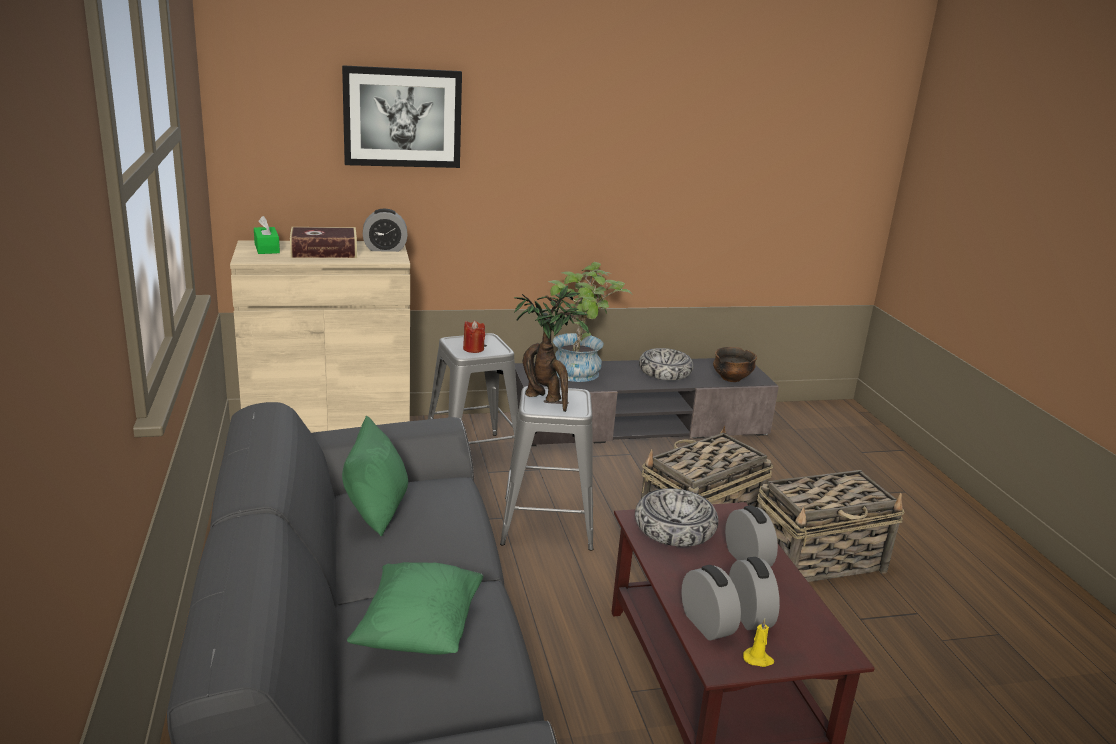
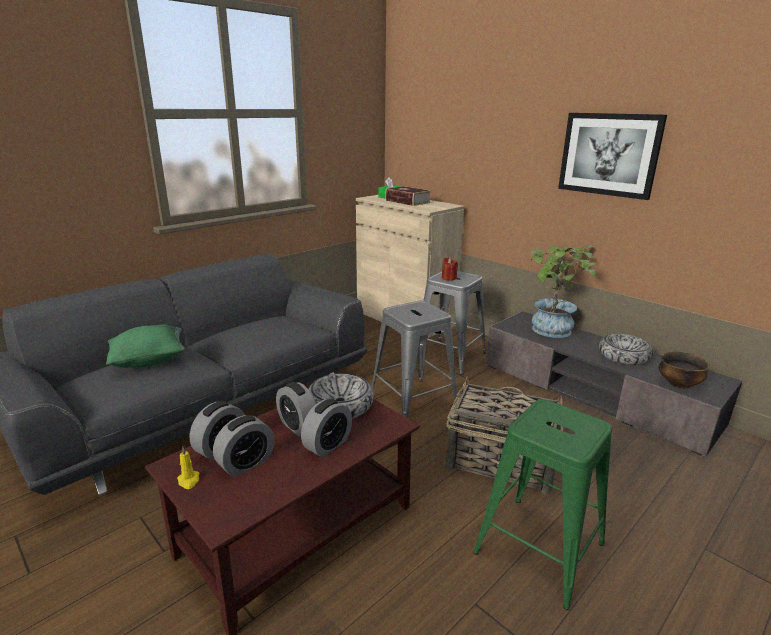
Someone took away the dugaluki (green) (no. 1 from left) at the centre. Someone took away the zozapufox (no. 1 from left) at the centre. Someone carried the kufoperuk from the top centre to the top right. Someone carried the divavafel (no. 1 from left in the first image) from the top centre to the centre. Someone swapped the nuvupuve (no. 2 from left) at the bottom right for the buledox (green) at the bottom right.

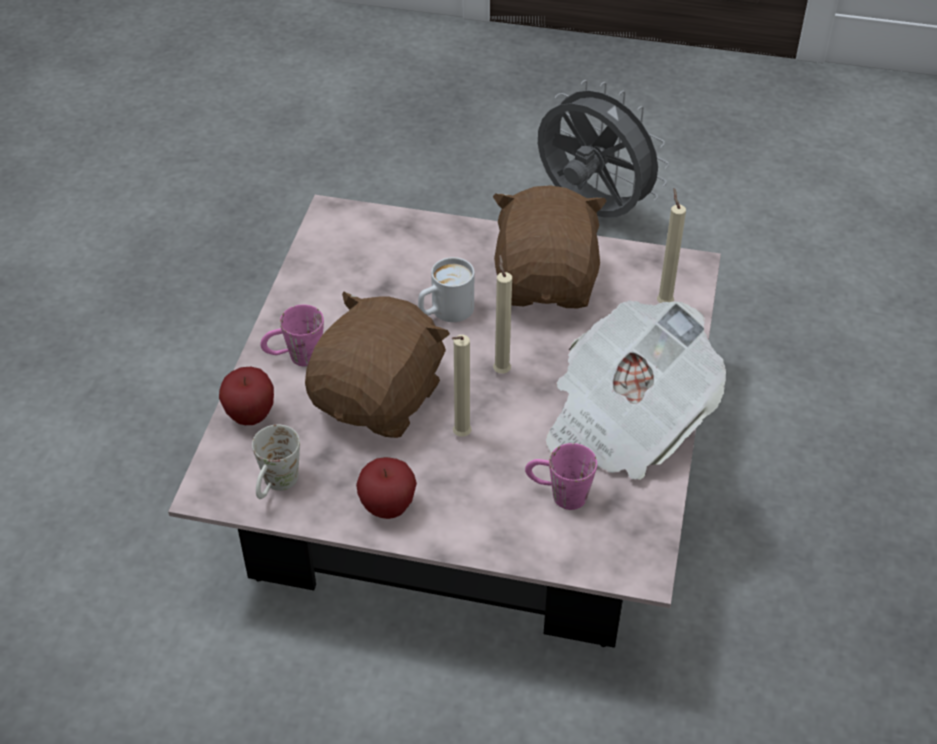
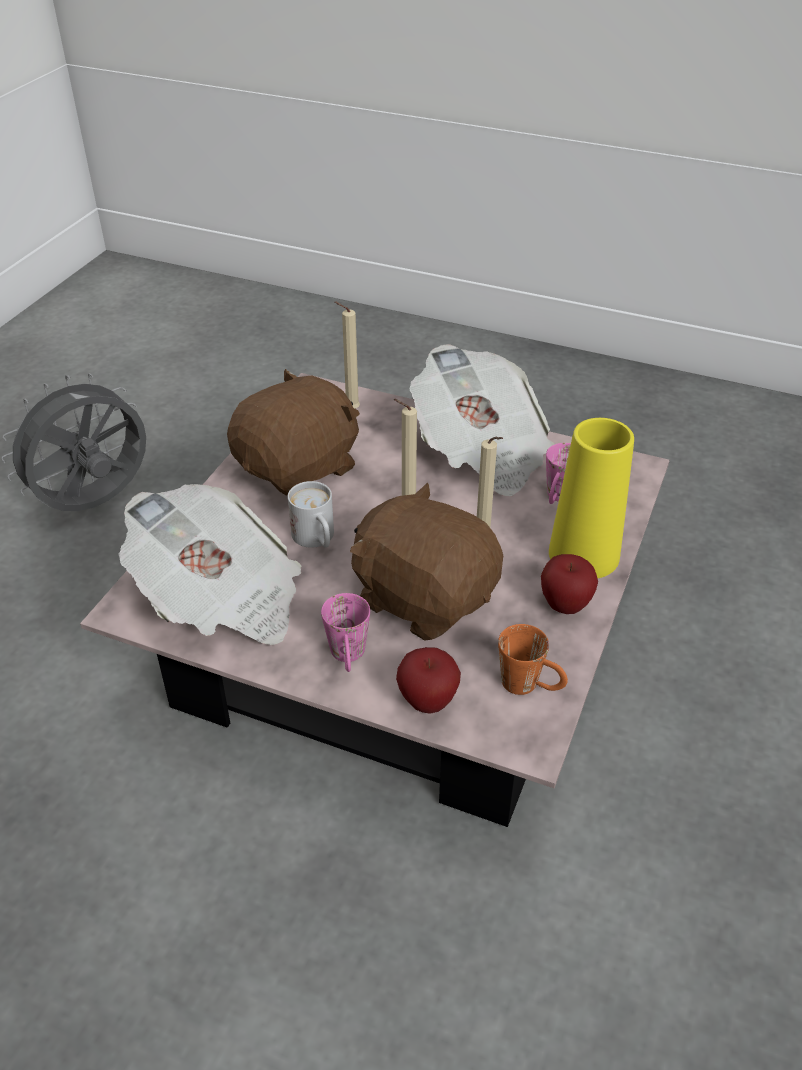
Someone put down the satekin (no. 1 from left) at the middle left. Someone put down the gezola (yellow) at the middle right. Someone repainted the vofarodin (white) (no. 1 from left) at the middle left, which became the vofarodin (orange) at the centre. Someone rotated the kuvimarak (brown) (no. 2 from left in the first image) at the top centre by 120 degrees clockwise.

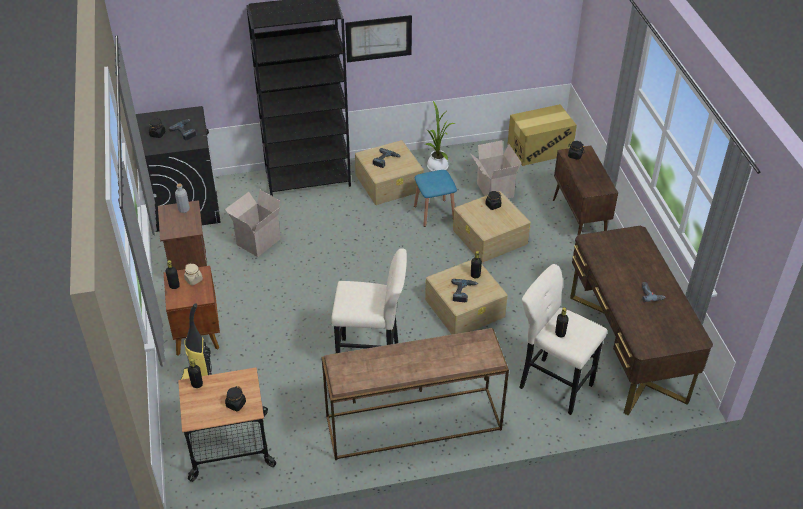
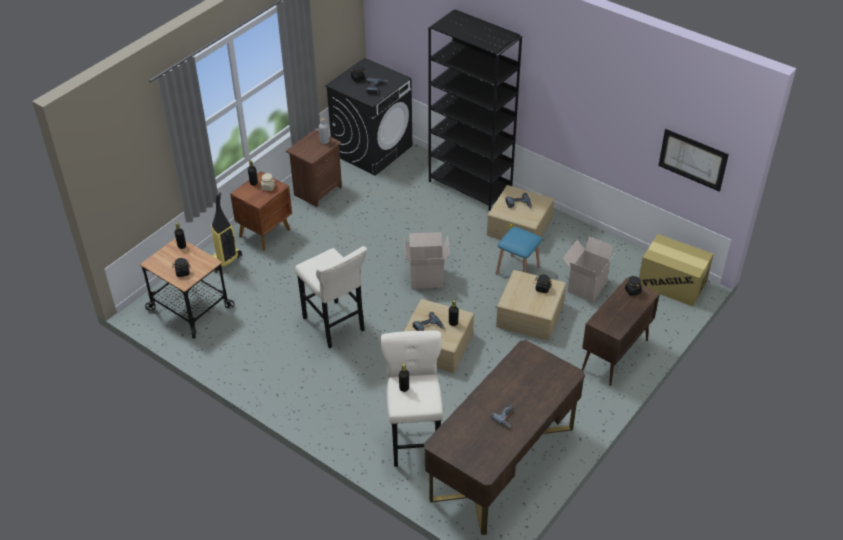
Someone took away the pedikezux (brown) at the bottom centre. Someone took away the zozapufox at the top centre. Someone carried the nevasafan (no. 1 from left) from the middle left to the centre. Someone carried the kufoperuk from the top centre to the top right.

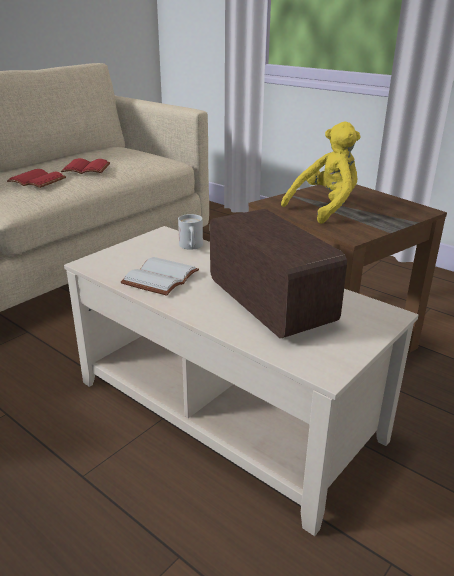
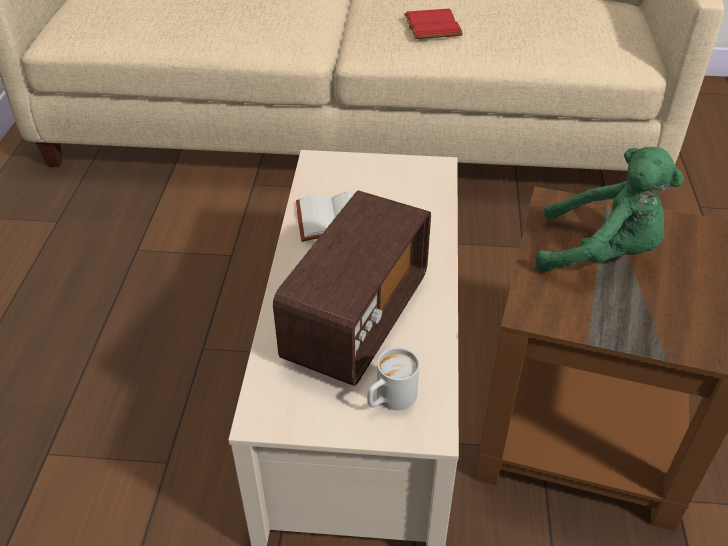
Someone took away the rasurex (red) (no. 2 from left) at the top left. Someone carried the vofarodin (white) from the centre to the bottom centre. Someone repainted the kuvimarak (yellow) at the top right, which became the kuvimarak (green) at the middle right.

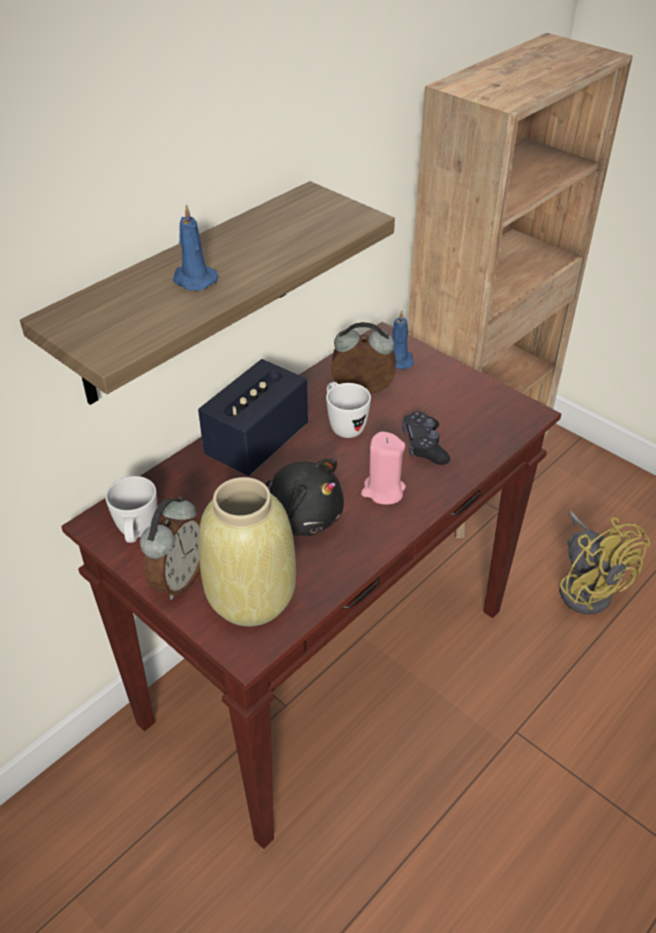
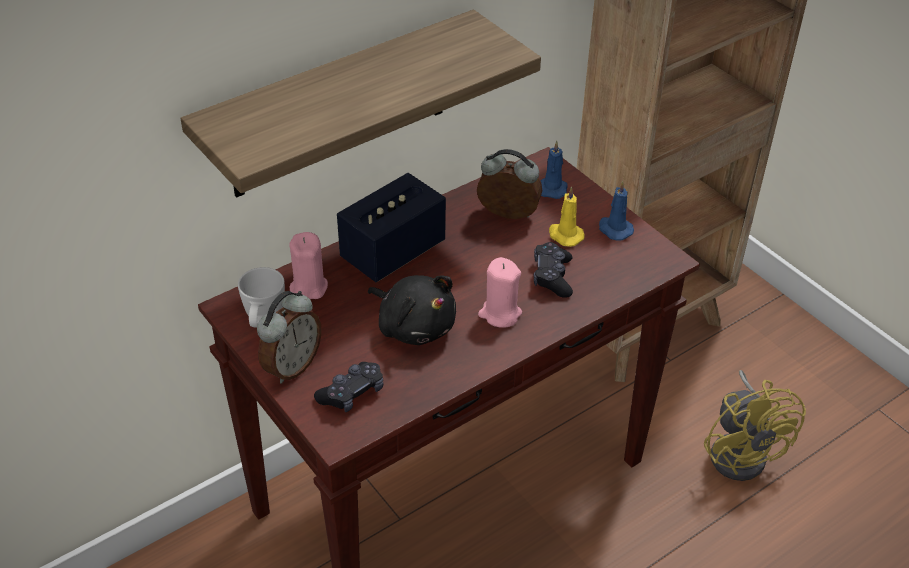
Someone took away the vofarodin (white) (no. 2 from left) at the centre. Someone put down the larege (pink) (no. 1 from left) at the centre. Someone put down the larege (yellow) at the centre. Someone carried the larege (blue) (no. 1 from left in the first image) from the top left to the middle right. Someone swapped the gezola (beige) at the centre for the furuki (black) (no. 1 from left) at the bottom centre.

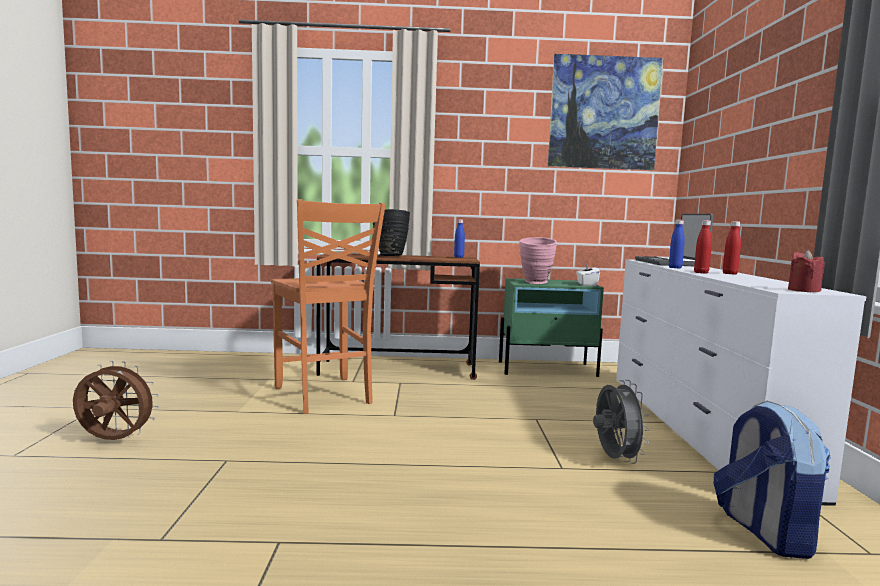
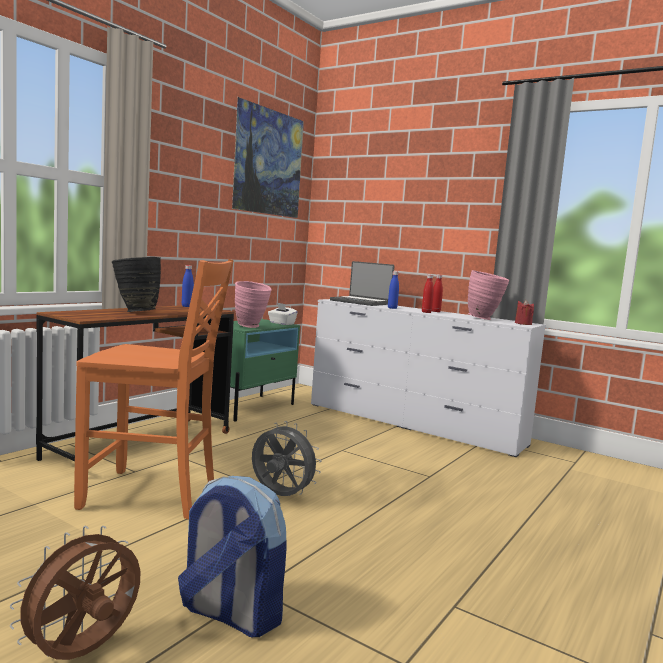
Someone put down the gezola (pink) (no. 2 from left) at the middle right. Someone carried the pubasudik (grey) from the bottom right to the bottom centre. Someone carried the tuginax from the bottom right to the bottom centre.

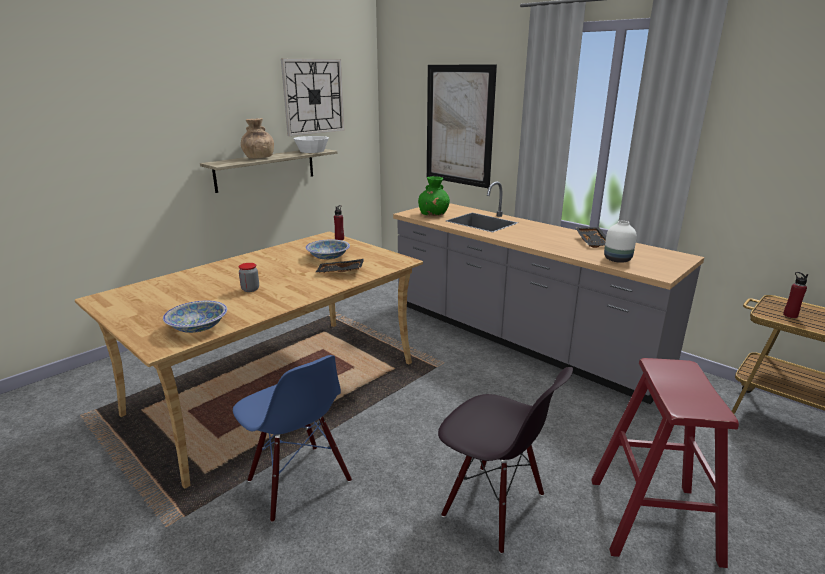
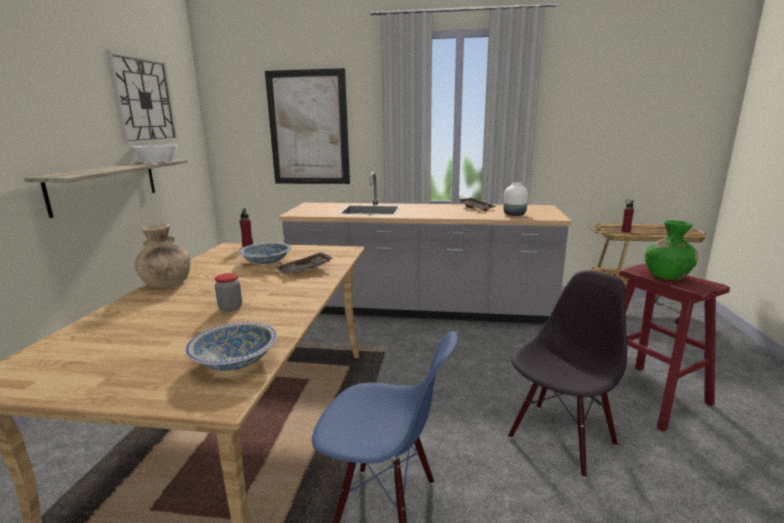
Someone carried the gezola (brown) from the top left to the middle left. Someone carried the gezola (green) from the centre to the middle right. Someone rotated the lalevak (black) at the bottom centre by 45 degrees counterclockwise.

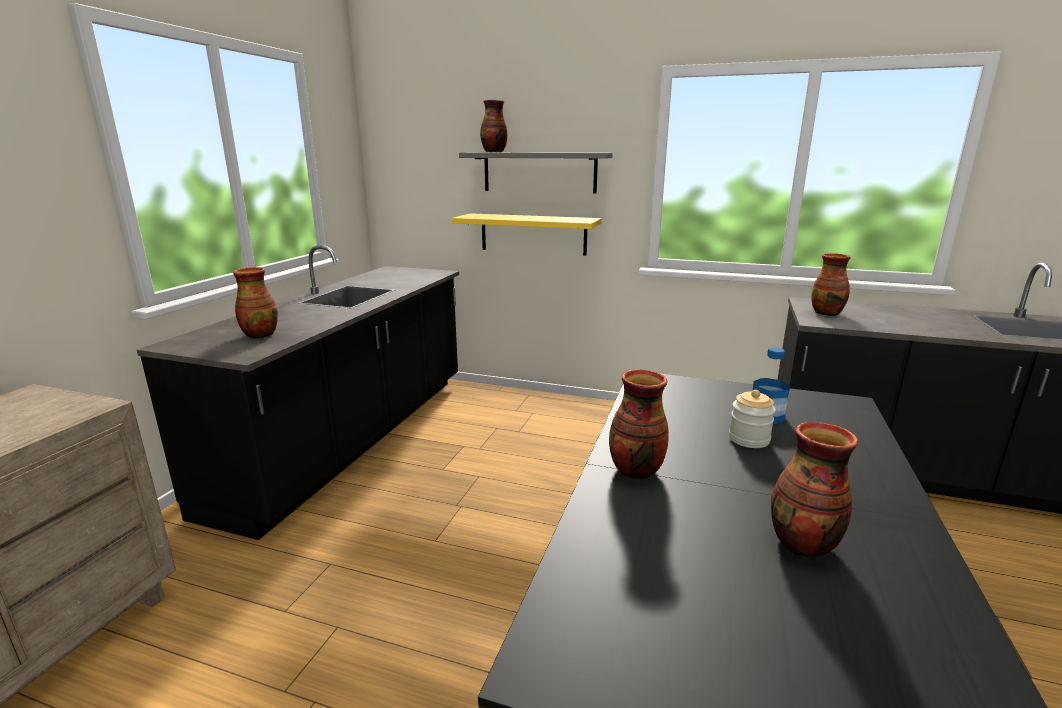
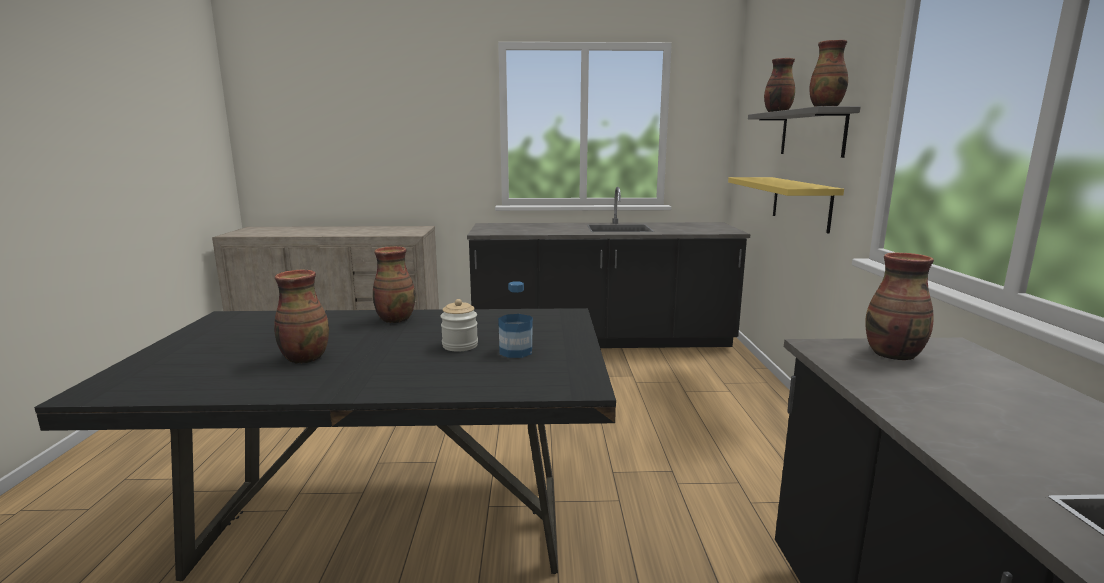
Someone carried the gezola (no. 1 from left in the first image) from the middle left to the top right.

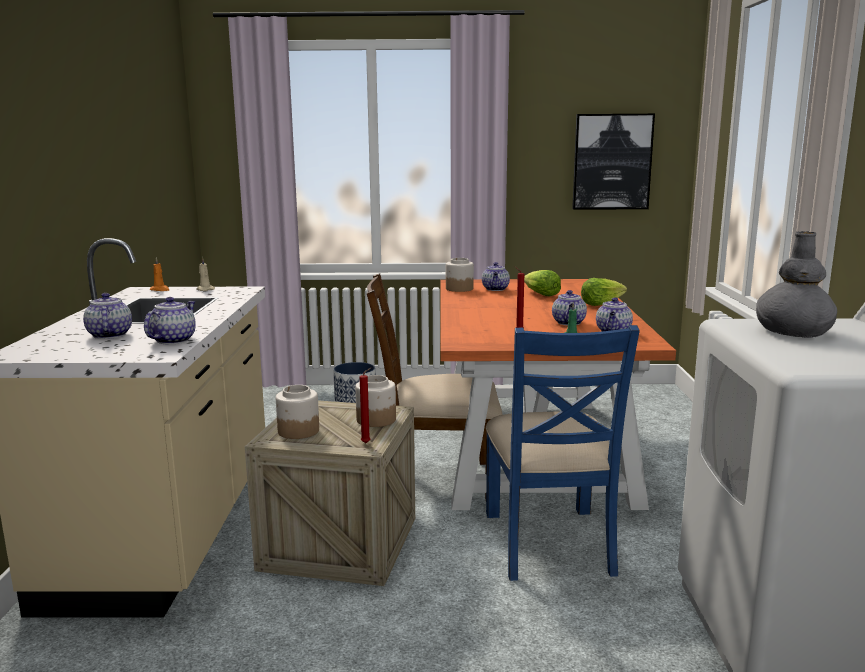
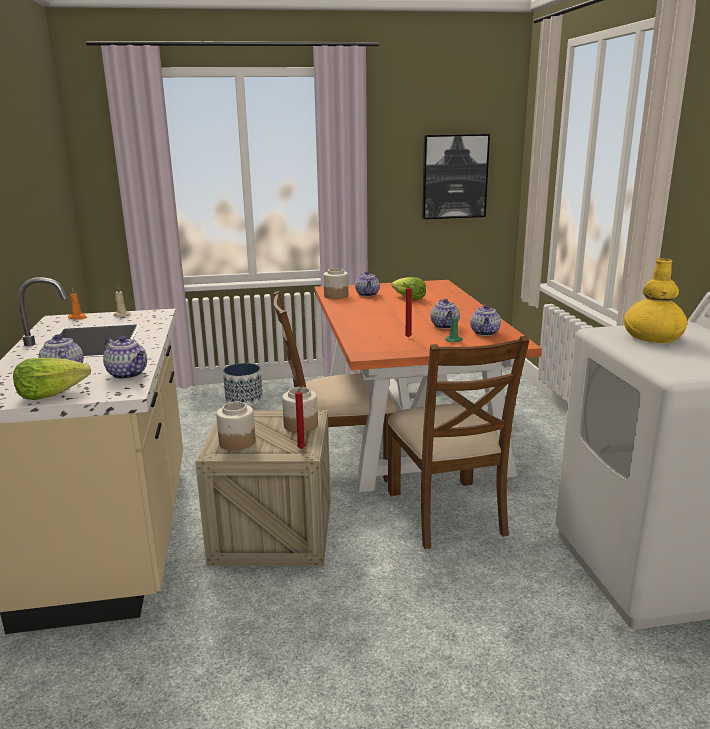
Someone carried the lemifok (no. 2 from left in the first image) from the middle right to the middle left. Someone repainted the lalevak (blue) at the bottom centre, which became the lalevak (brown) (no. 2 from left) at the centre. Someone repainted the gezola (grey) at the middle right, which became the gezola (yellow) at the middle right. Someone rotated the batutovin (no. 2 from left) at the middle left by 120 degrees clockwise.

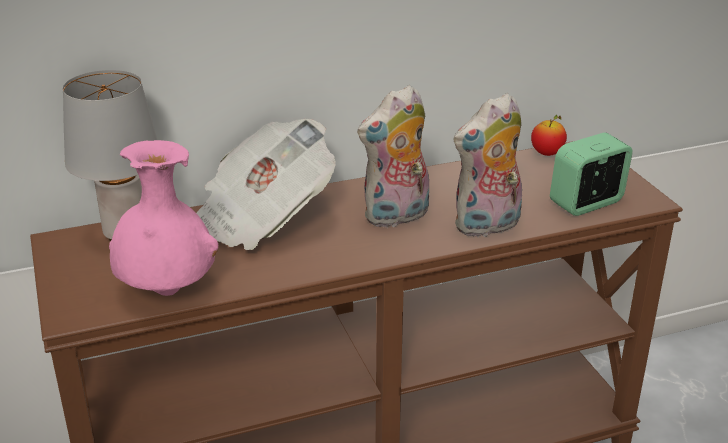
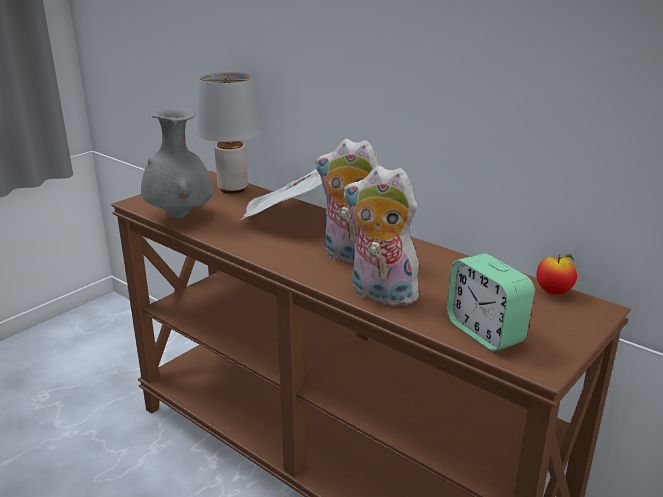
Someone repainted the gezola (pink) at the middle left, which became the gezola (grey) at the top left. Someone rotated the divavafel at the middle right by 150 degrees counterclockwise.

